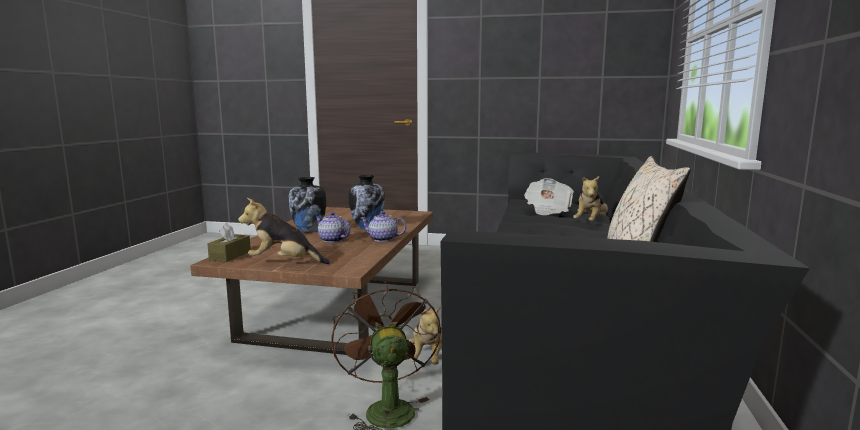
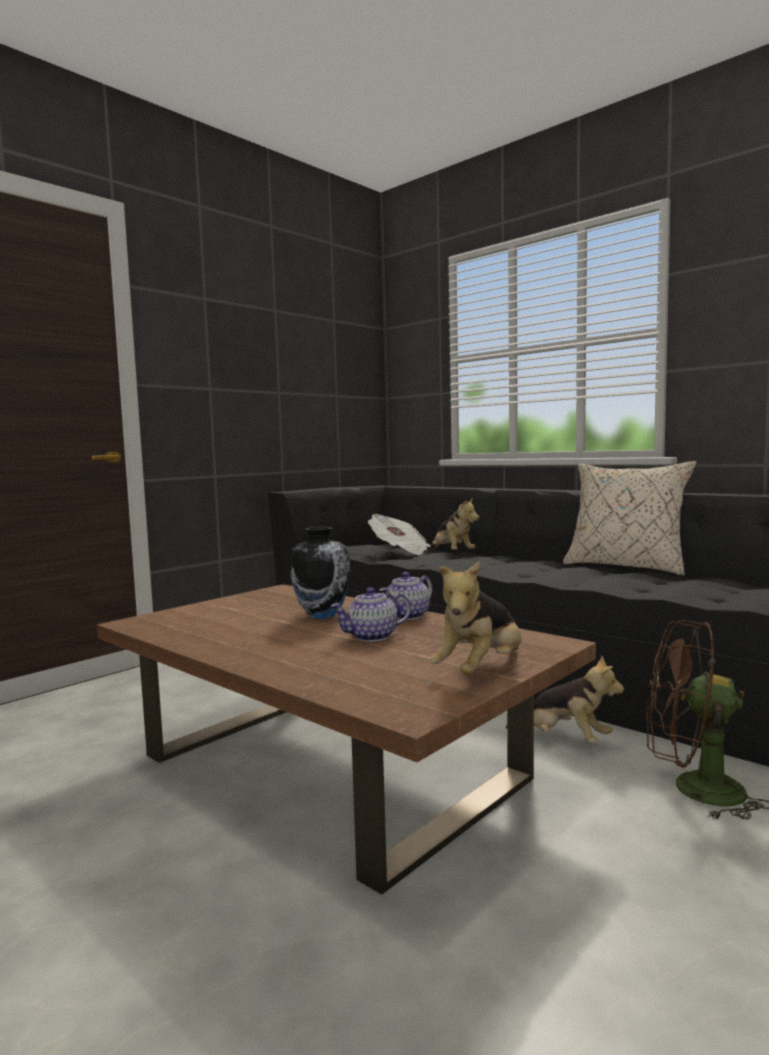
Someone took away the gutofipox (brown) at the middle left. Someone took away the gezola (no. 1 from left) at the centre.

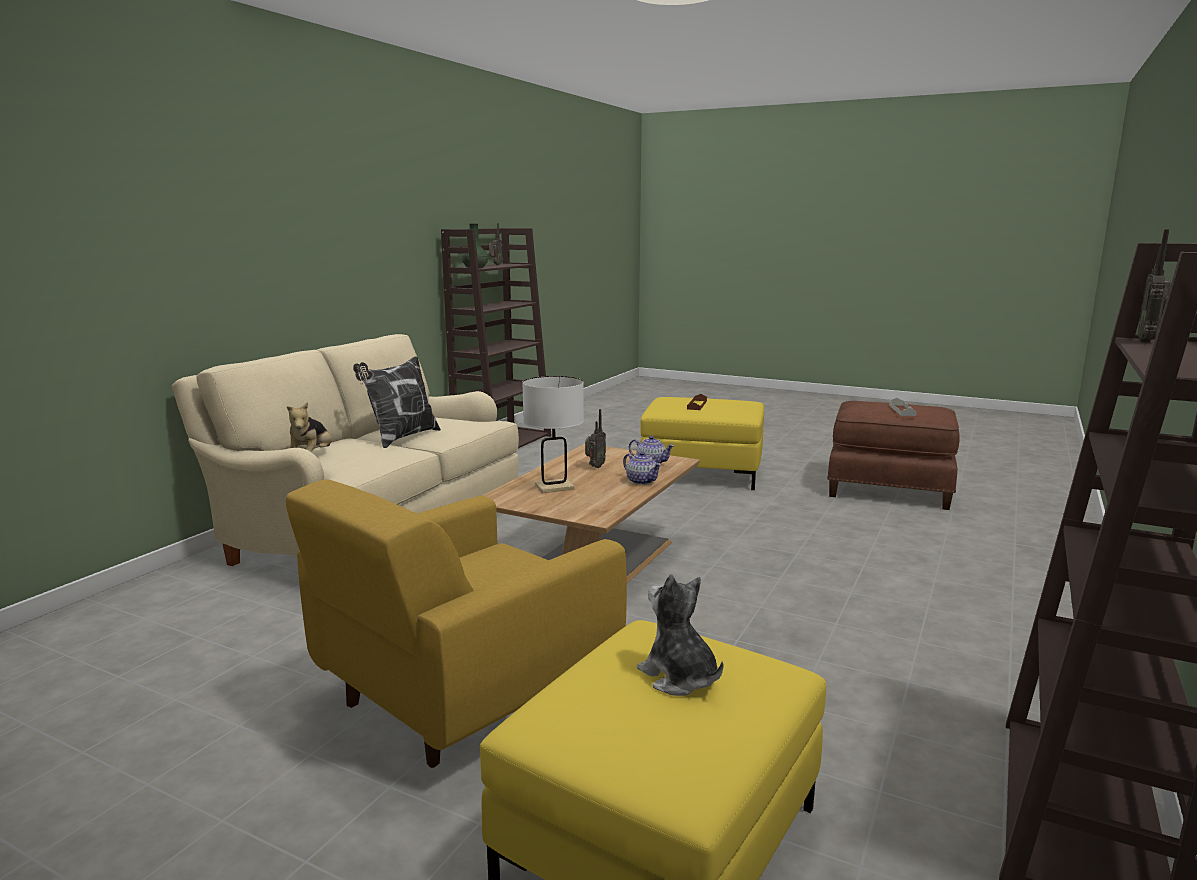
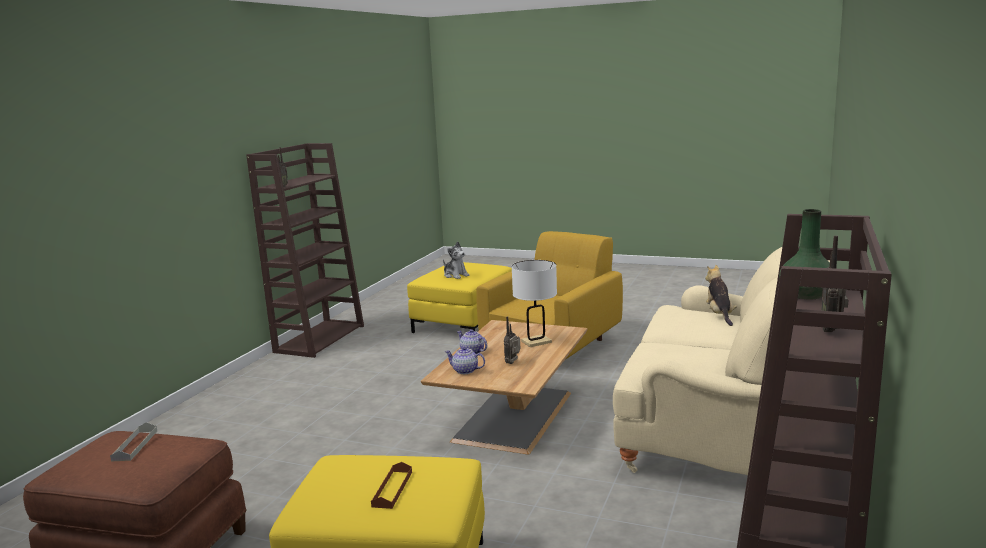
Someone took away the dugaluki at the middle left.

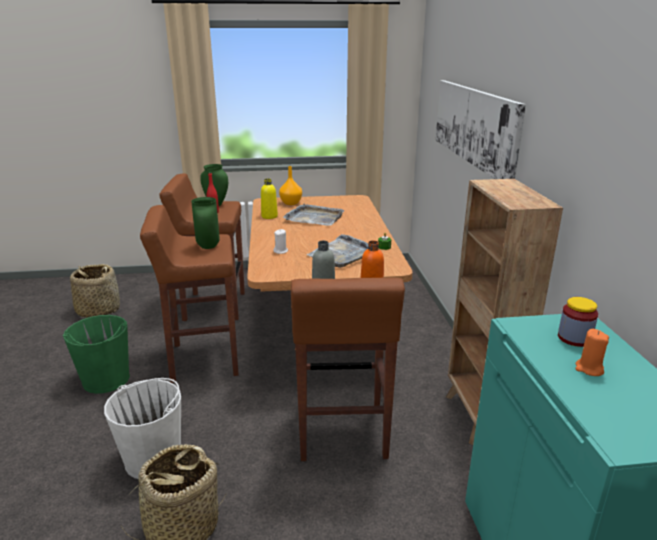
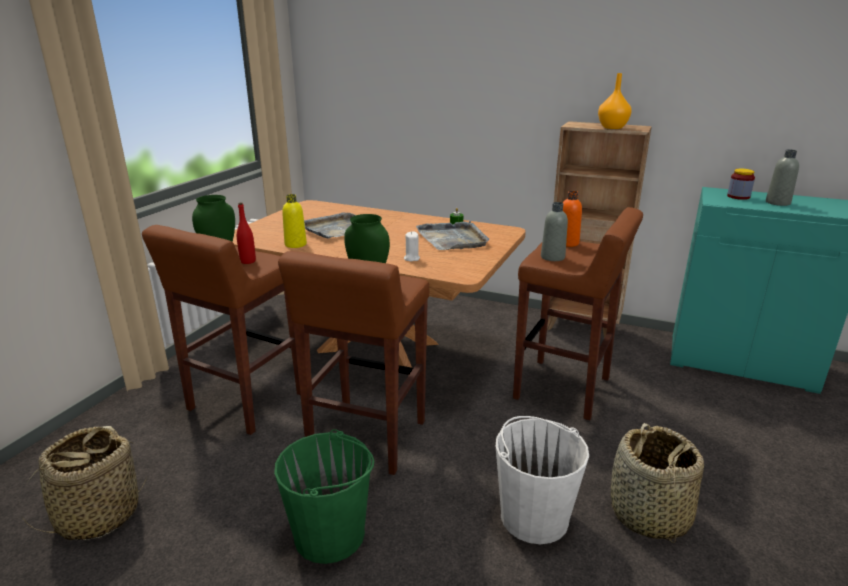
Someone took away the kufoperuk at the top right. Someone carried the gezola (orange) from the centre to the top right. Someone swapped the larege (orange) at the middle right for the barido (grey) (no. 2 from left) at the top right.

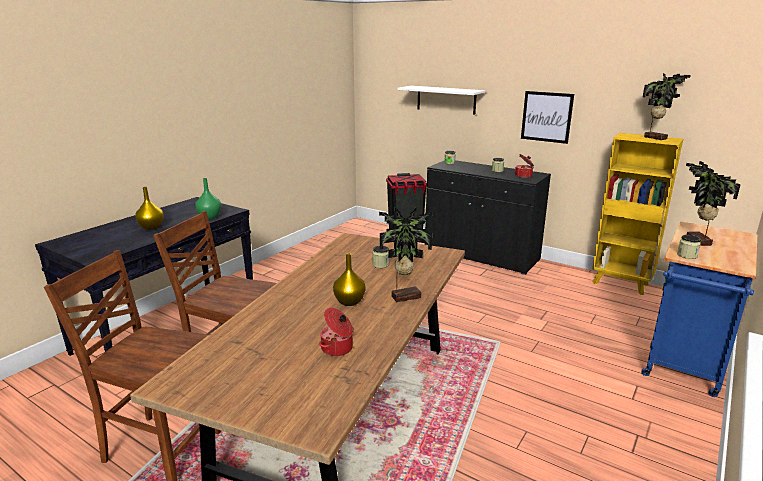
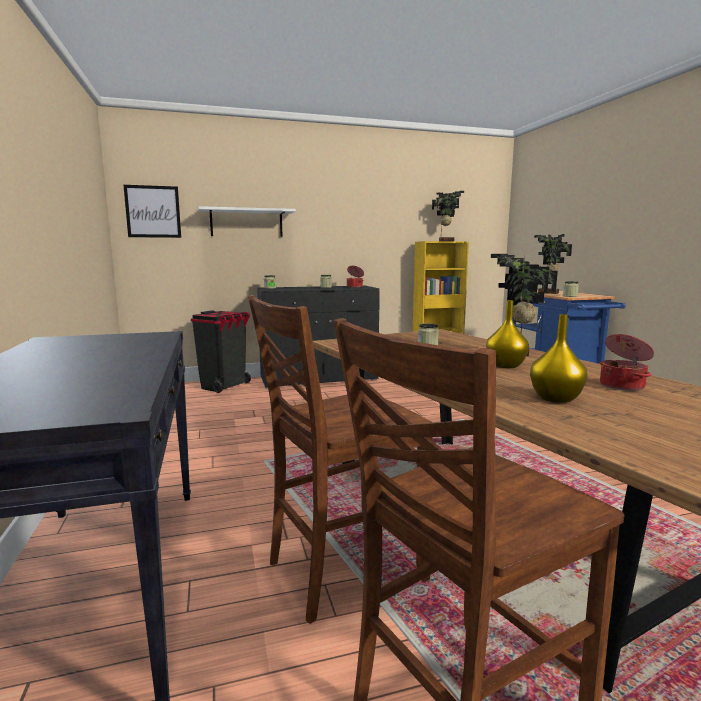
Someone took away the gezola (green) at the middle left. Someone carried the gezola (yellow) (no. 1 from left in the first image) from the middle left to the middle right. Someone carried the kufoperuk from the top right to the top left.

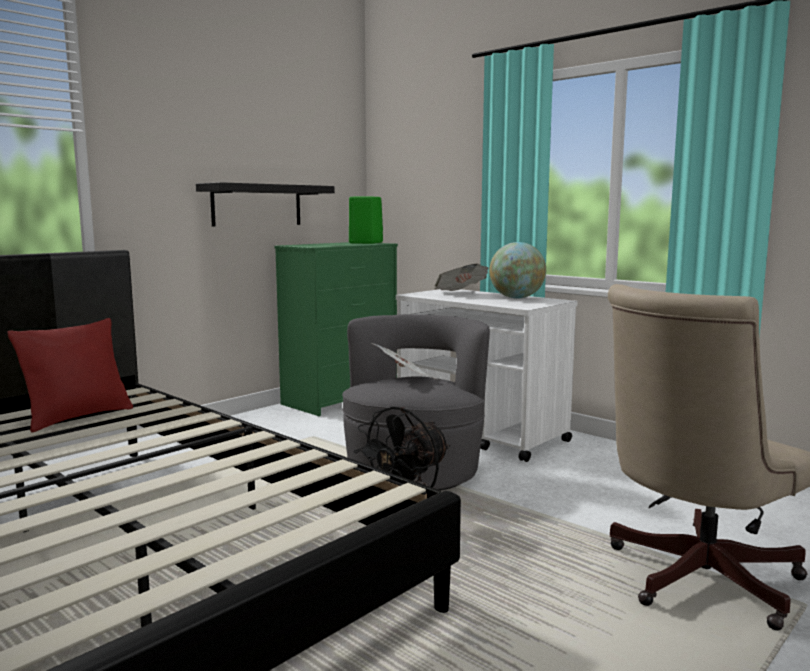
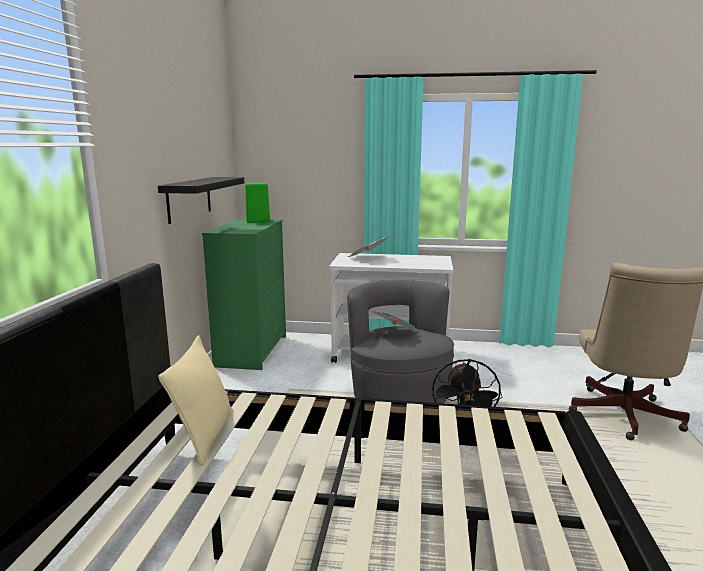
Someone took away the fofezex at the centre. Someone repainted the dugaluki (red) at the middle left, which became the dugaluki (beige) at the bottom left.

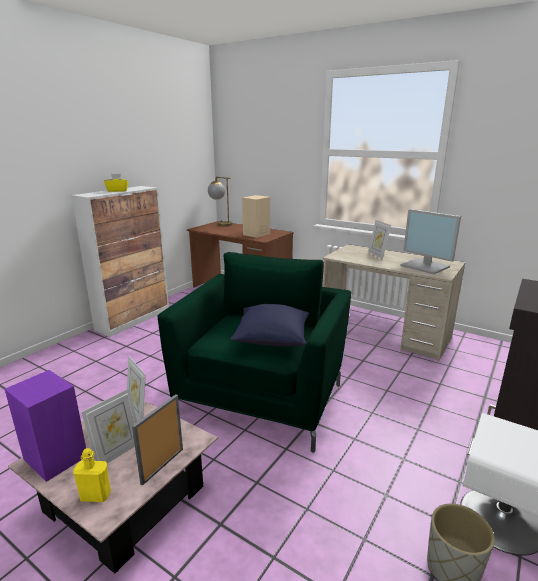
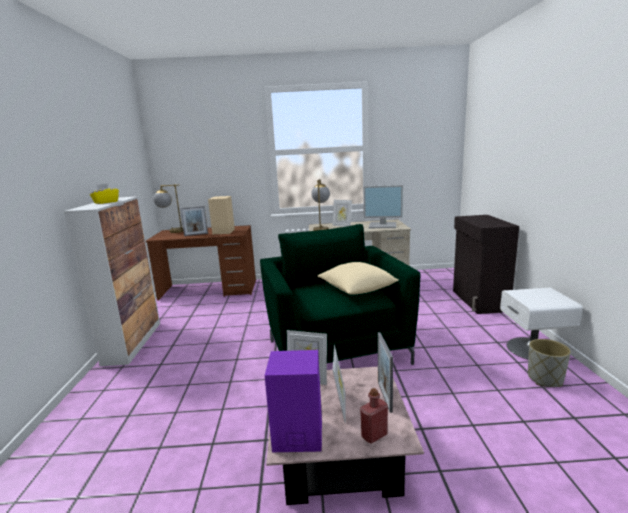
Someone put down the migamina (no. 1 from left) at the middle left. Someone put down the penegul (no. 2 from left) at the centre. Someone repainted the barido (yellow) at the bottom left, which became the barido (red) at the bottom centre. Someone repainted the dugaluki (blue) at the centre, which became the dugaluki (beige) at the centre.

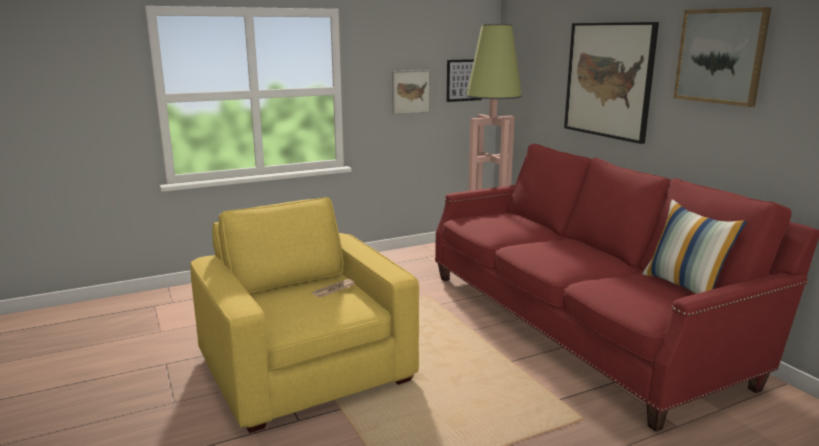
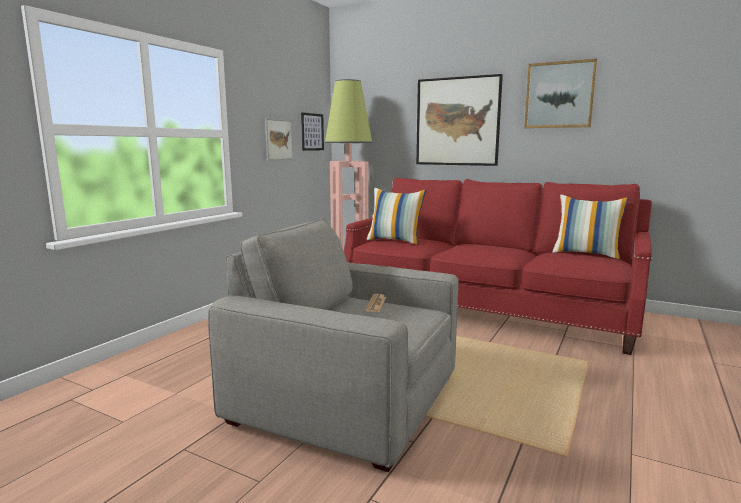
Someone put down the dugaluki (no. 1 from left) at the centre. Someone repainted the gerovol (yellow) at the bottom centre, which became the gerovol (grey) at the bottom centre.

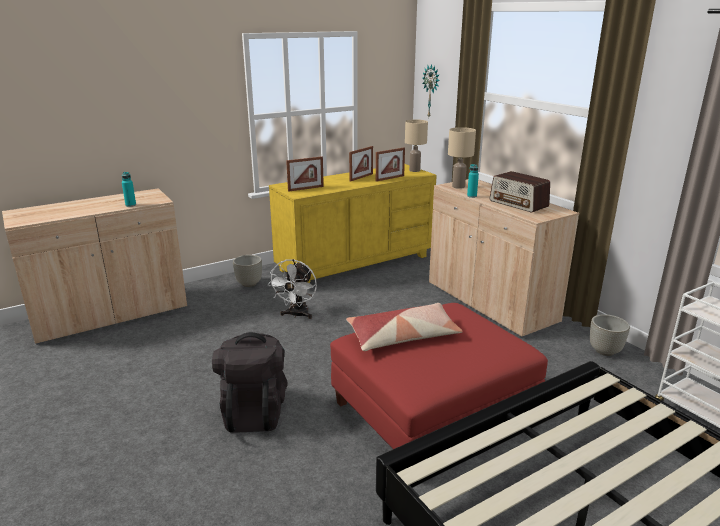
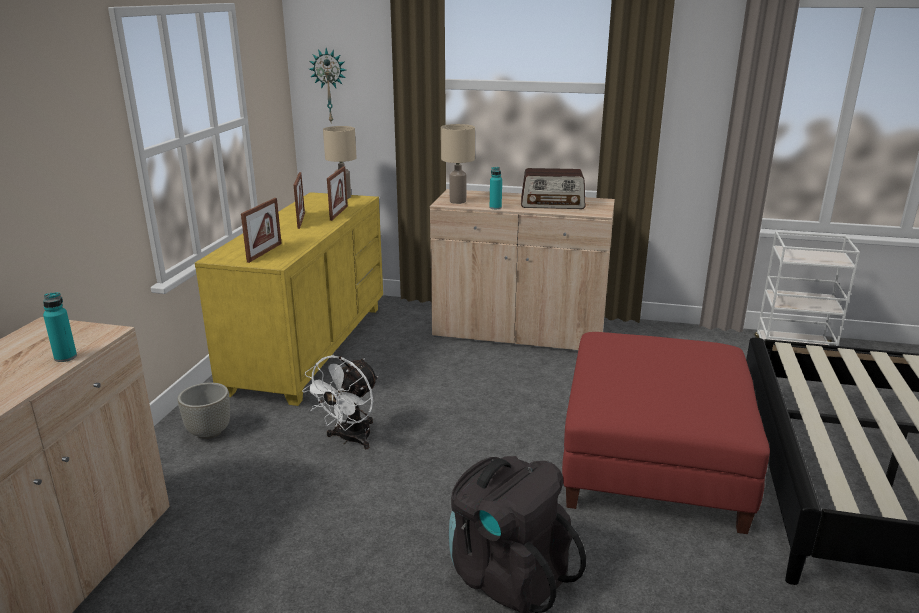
Someone took away the dugaluki at the centre. Someone took away the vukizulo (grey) (no. 2 from left) at the middle right. Someone rotated the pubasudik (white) at the centre by 60 degrees clockwise.

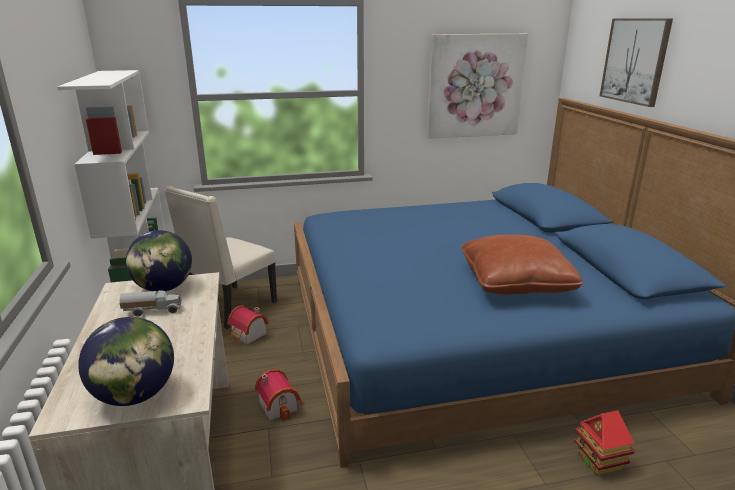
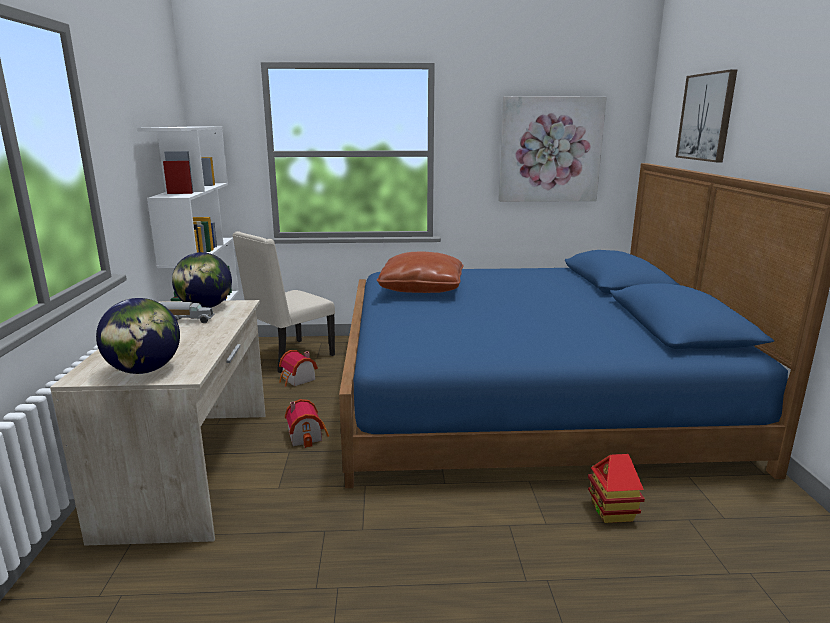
Someone carried the dugaluki (brown) from the middle right to the centre.

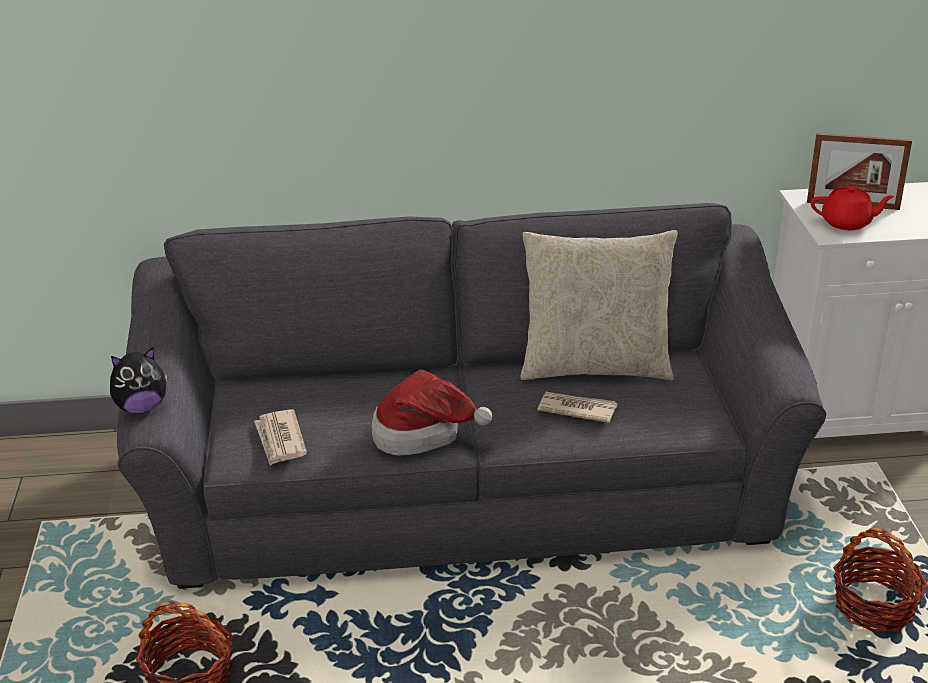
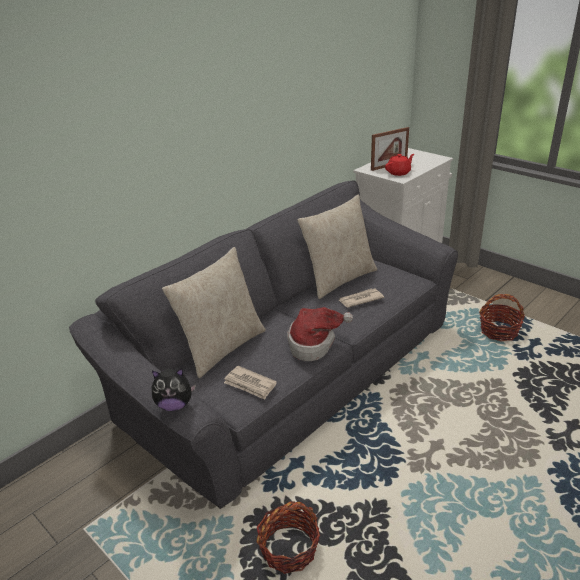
Someone put down the dugaluki (beige) (no. 1 from left) at the centre. Someone rotated the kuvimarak at the middle left by 60 degrees clockwise.

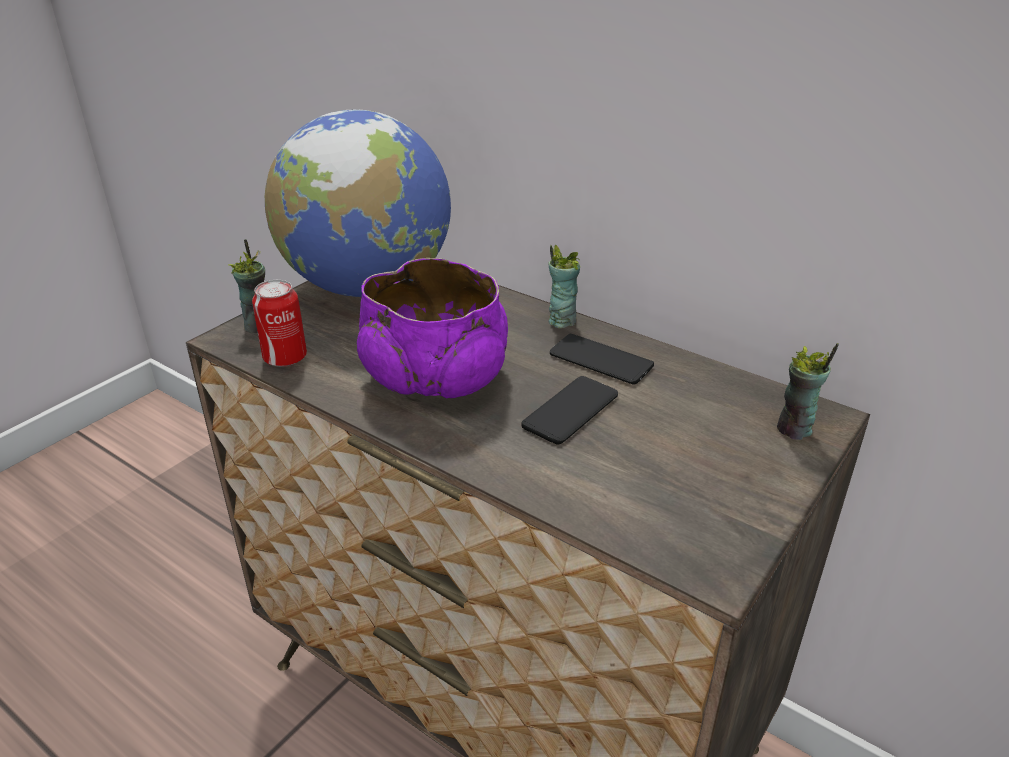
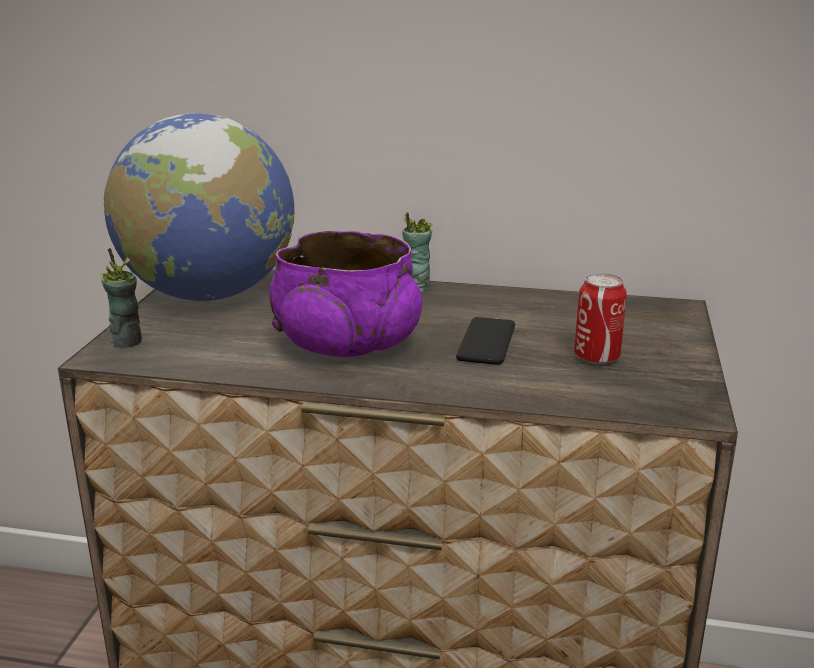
Someone took away the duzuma (no. 2 from left) at the centre. Someone took away the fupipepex (no. 3 from left) at the middle right. Someone carried the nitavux from the middle left to the middle right.

